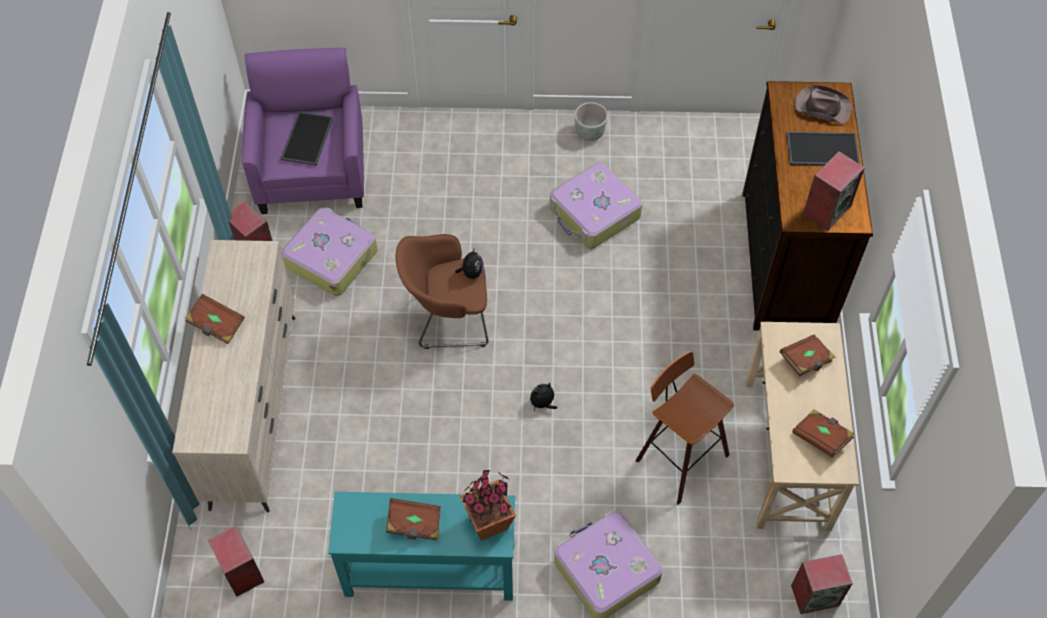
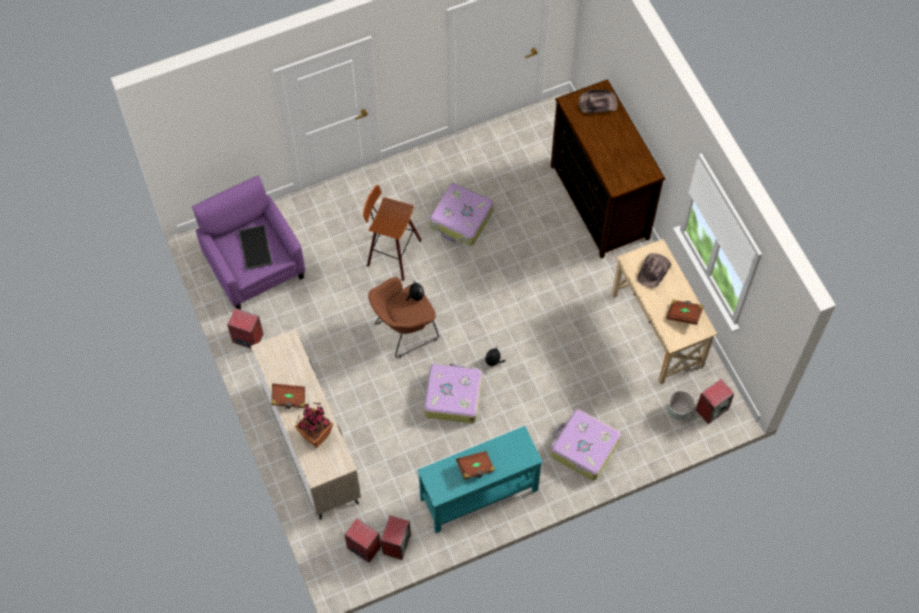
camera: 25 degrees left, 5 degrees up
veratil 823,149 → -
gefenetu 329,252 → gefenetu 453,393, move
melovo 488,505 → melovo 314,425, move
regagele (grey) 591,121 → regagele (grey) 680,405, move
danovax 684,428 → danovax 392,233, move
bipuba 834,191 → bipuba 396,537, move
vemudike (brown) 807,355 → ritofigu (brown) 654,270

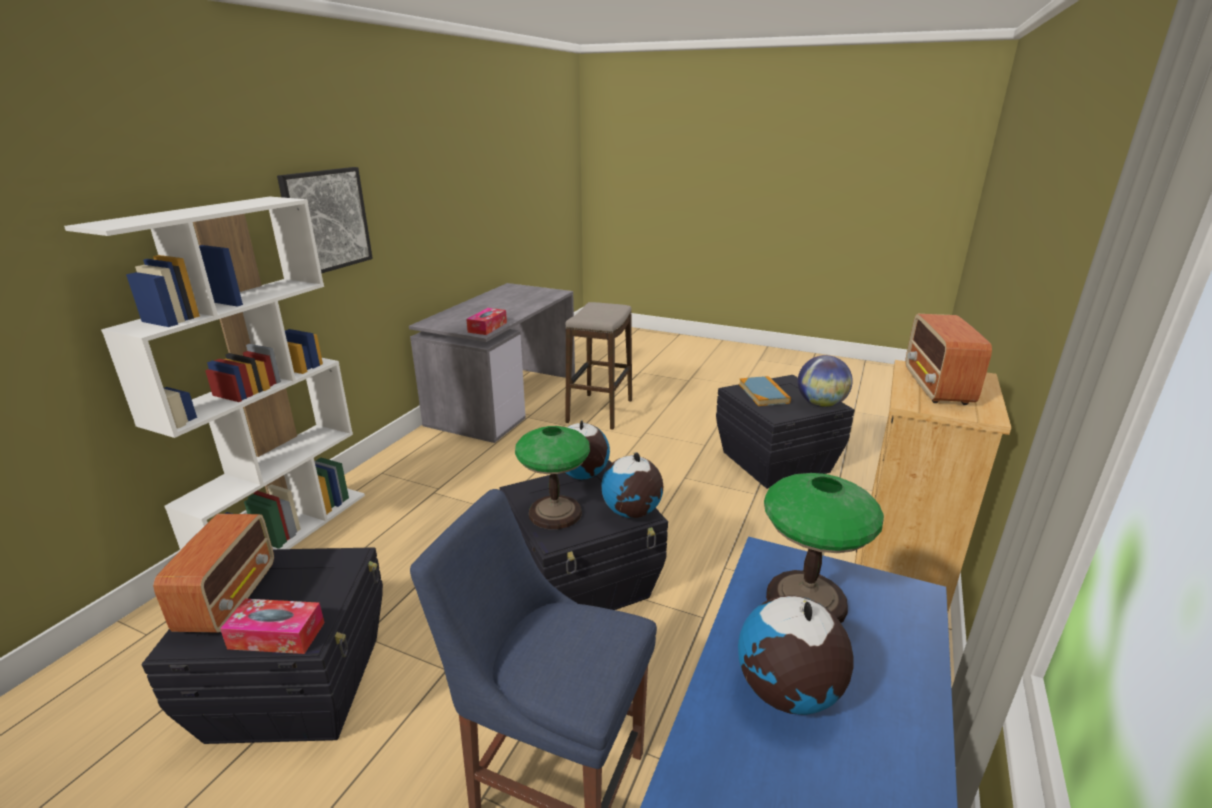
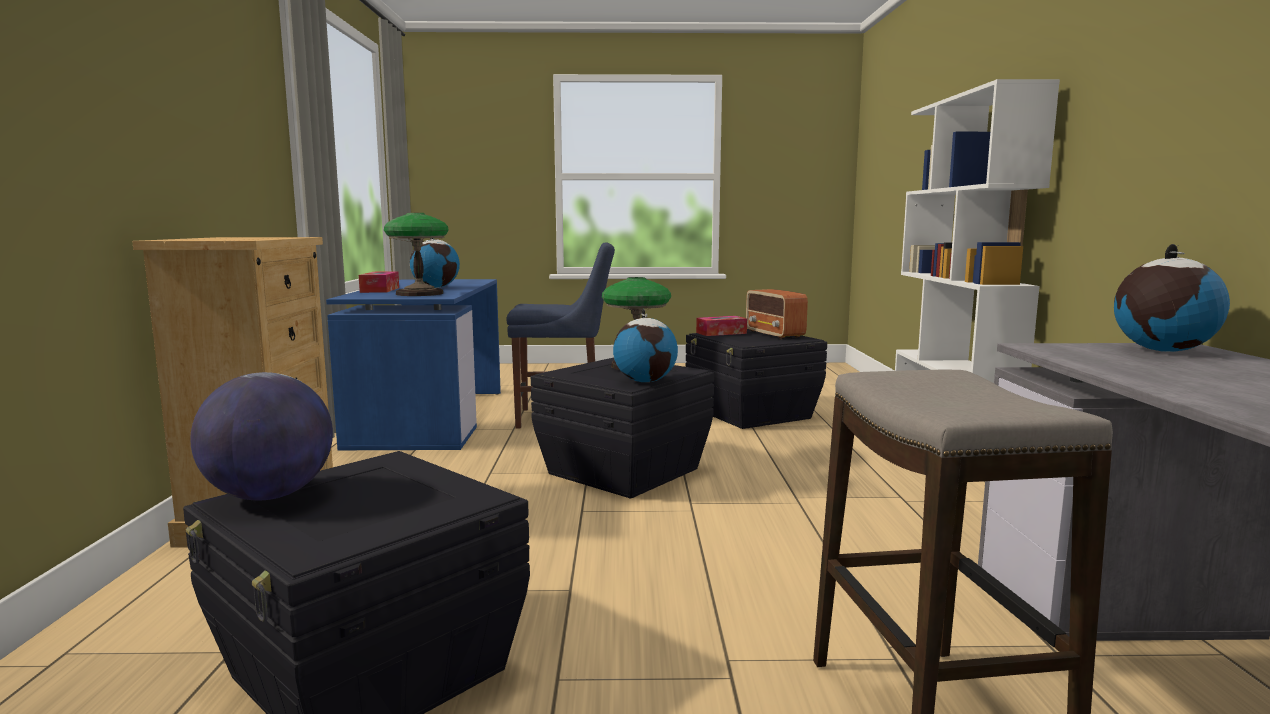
camera: 155 degrees right, 15 degrees down
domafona 325,220 → -
vemudike 765,391 → -
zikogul 948,359 → -
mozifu 486,321 → mozifu 379,282, move
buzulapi 632,485 → buzulapi 1172,298, move

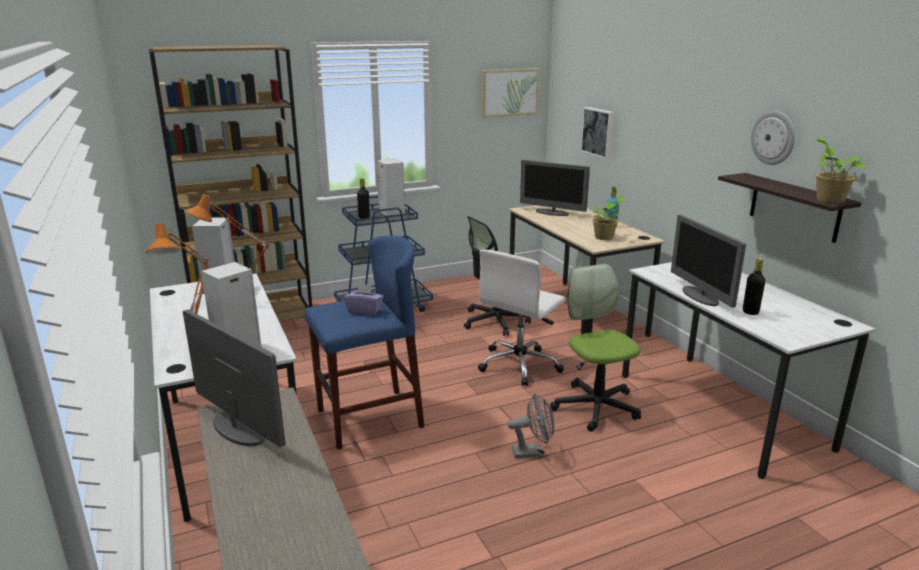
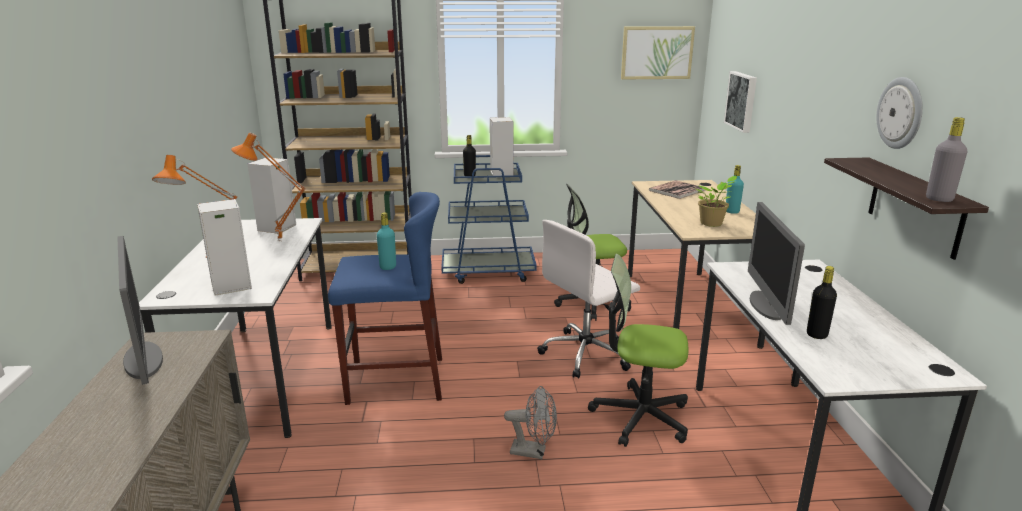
camera: 20 degrees right, 0 degrees up
mozifu (purple) 364,299 → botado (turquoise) 386,241
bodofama 555,188 → vemudike 677,189
melovo 841,169 → botado (grey) 946,159
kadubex 595,347 → kadubex 638,350, 75 degrees counterclockwise

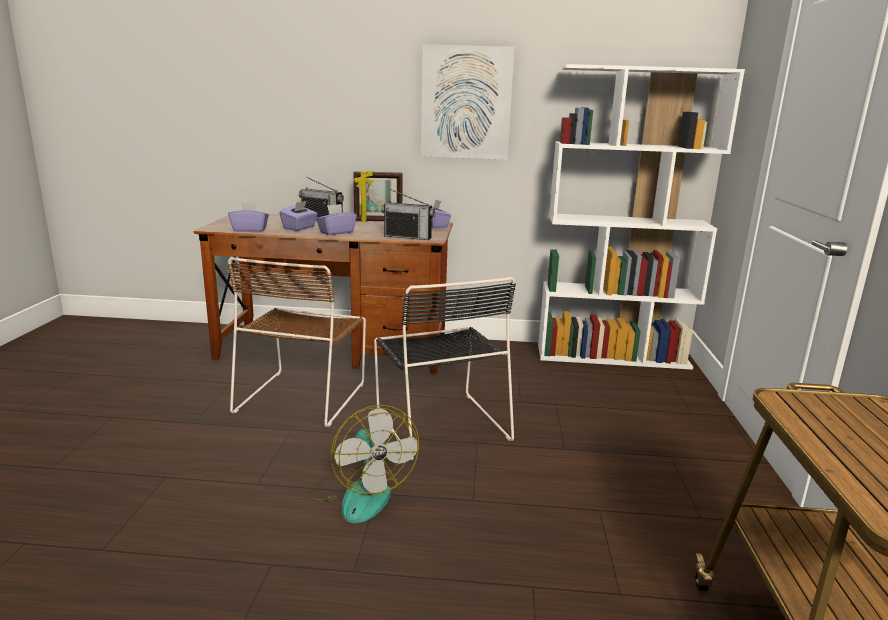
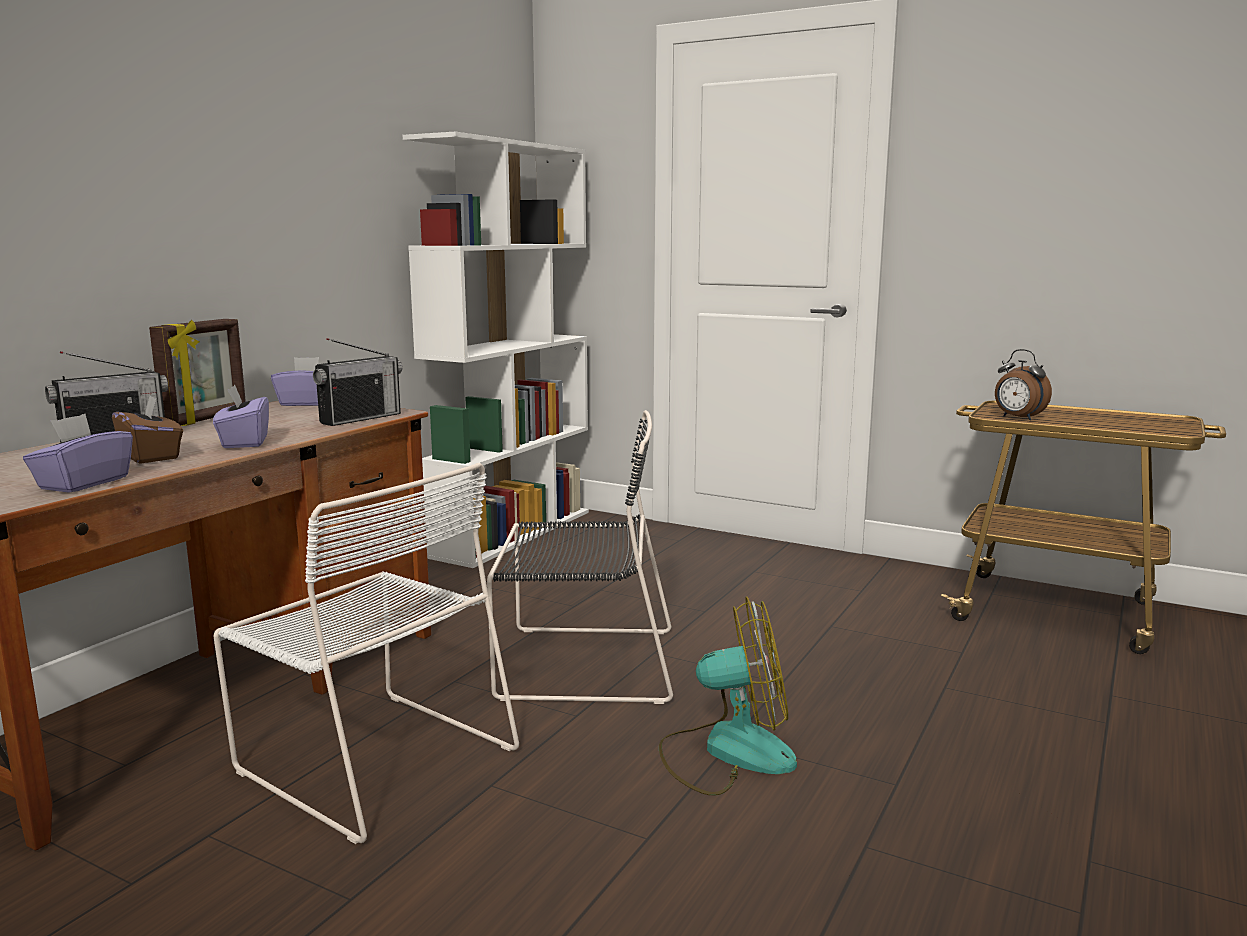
camera: 65 degrees left, 5 degrees down
domafona 468,102 → -
- → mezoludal 1023,384
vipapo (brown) 296,342 → vipapo (white) 366,653
mozifu (purple) 299,216 → mozifu (brown) 147,430

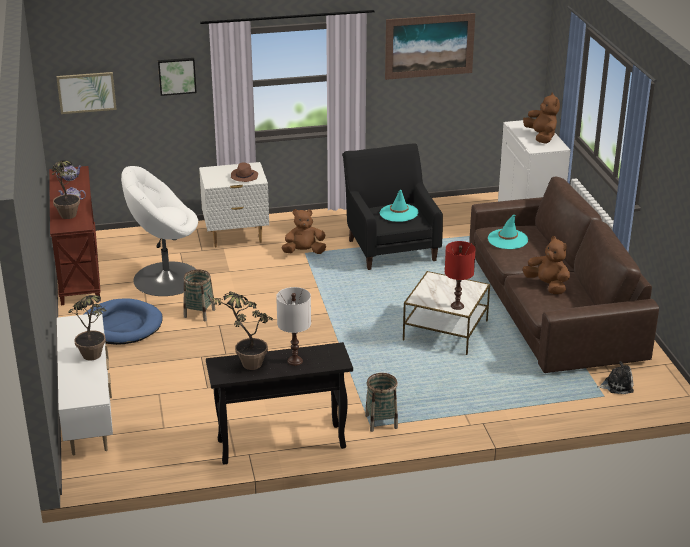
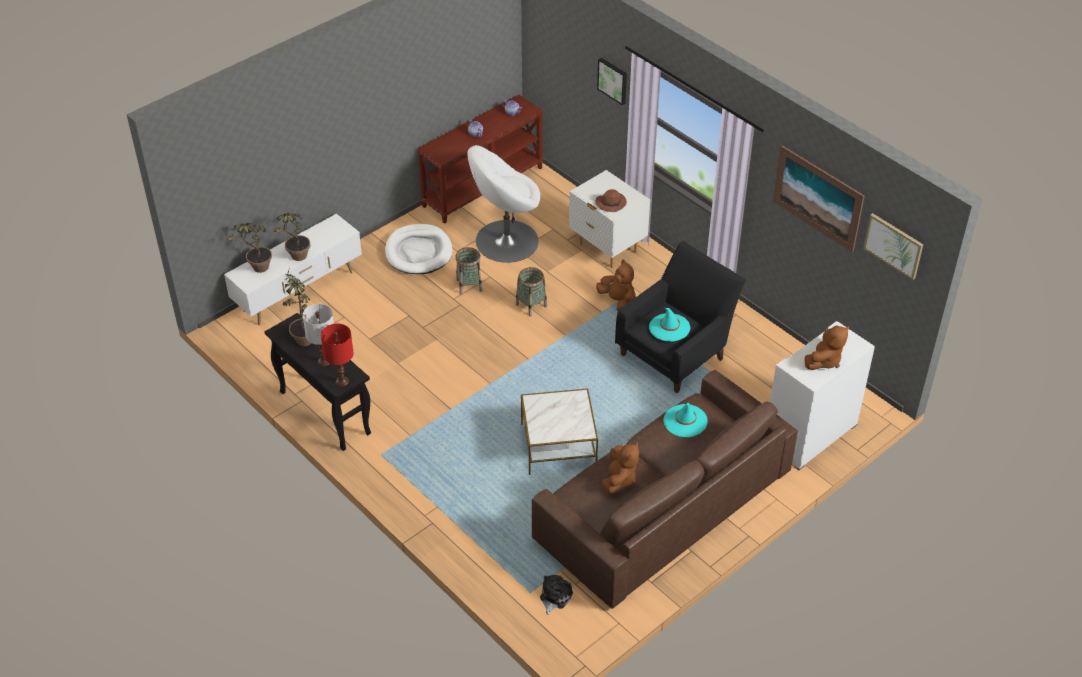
camera: 60 degrees right, 15 degrees up
melovo 66,189 → melovo 247,248, move
domafona 86,93 → domafona 893,246, move
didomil 381,402 → didomil 531,292, move
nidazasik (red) 460,275 → nidazasik (red) 337,355, move
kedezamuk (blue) 123,321 → kedezamuk (white) 418,249
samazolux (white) 159,231 → samazolux (white) 504,204, 75 degrees counterclockwise
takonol 615,377 → takonol 556,595, 120 degrees counterclockwise

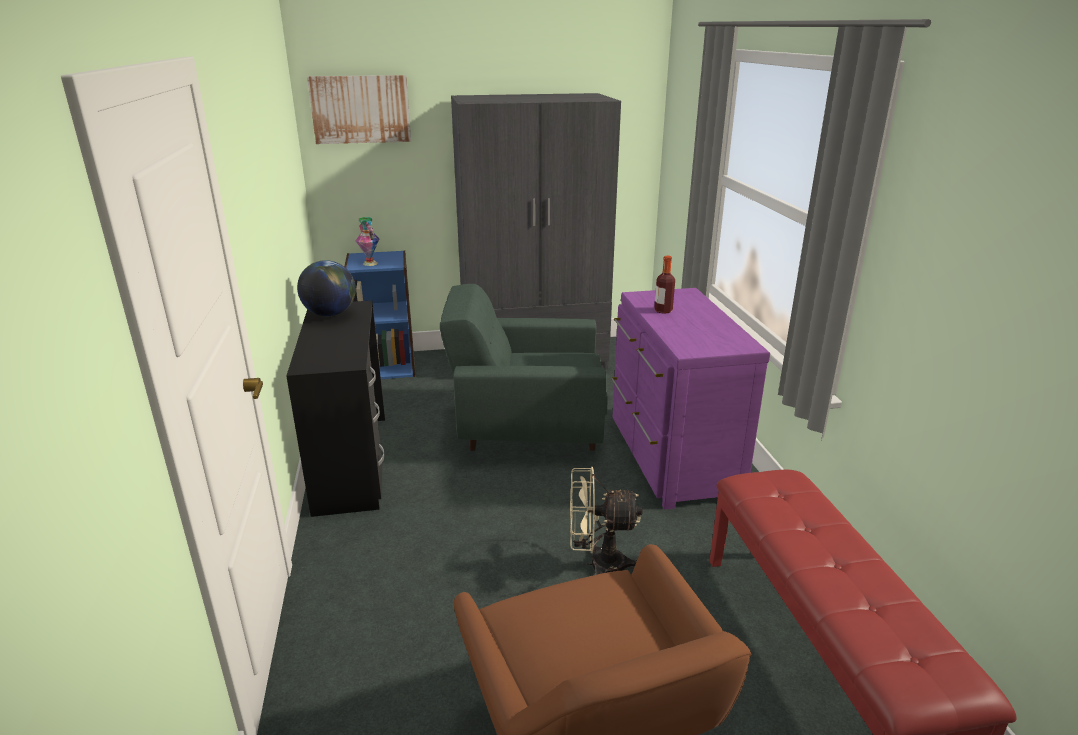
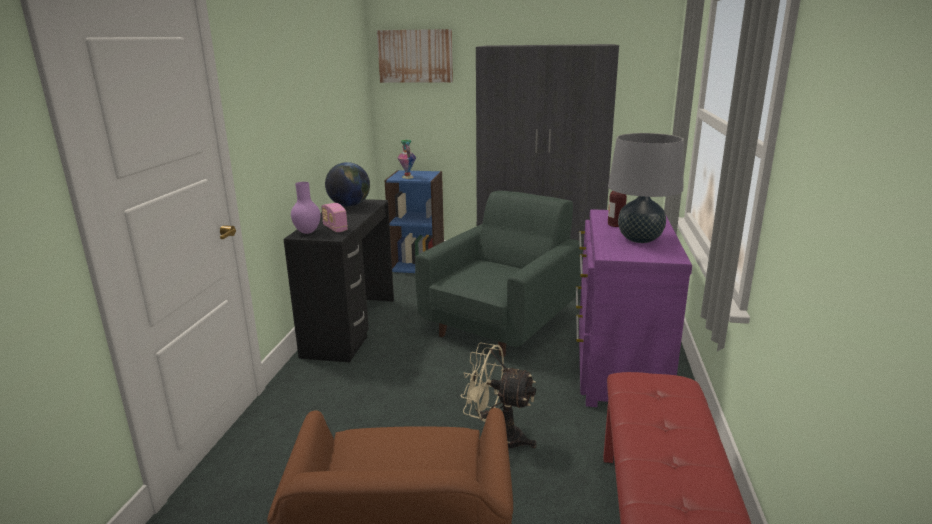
camera: 20 degrees right, 5 degrees down
- → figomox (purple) 306,208
- → zikogul 334,217
- → nidazasik (grey) 646,188
samazolux (green) 523,367 → samazolux (green) 498,274, 105 degrees clockwise

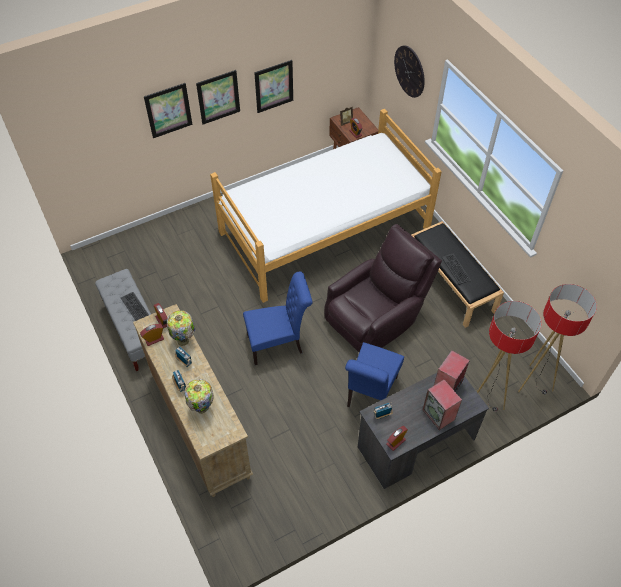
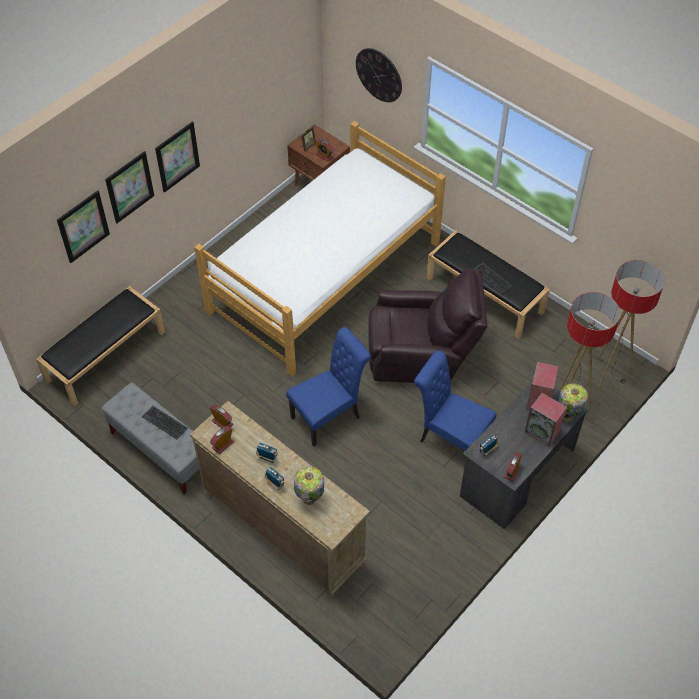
camera: 20 degrees left, 0 degrees up
- → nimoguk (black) 100,346
nidazasik 181,328 → nidazasik 573,402, move
domafona 273,86 → domafona 83,226, move
samazolux (brown) 383,288 → samazolux (brown) 428,325, 60 degrees clockwise
vipapo (blue) 374,374 → vipapo (blue) 455,400, 120 degrees clockwise

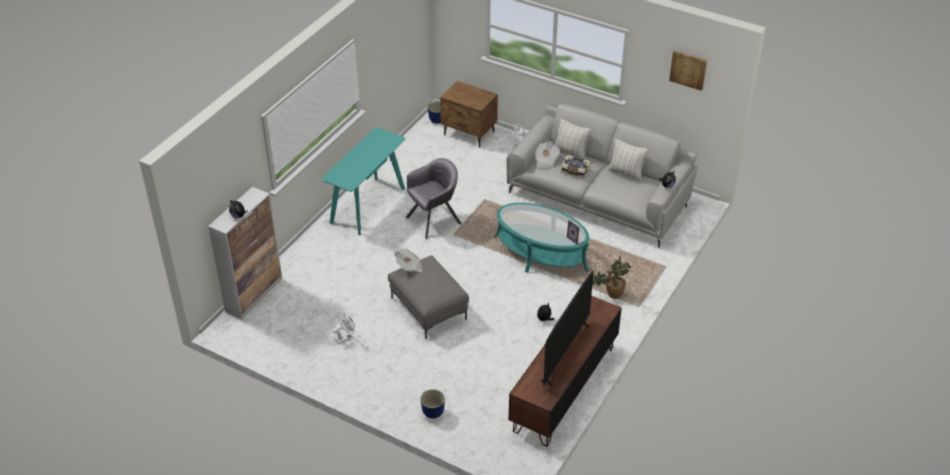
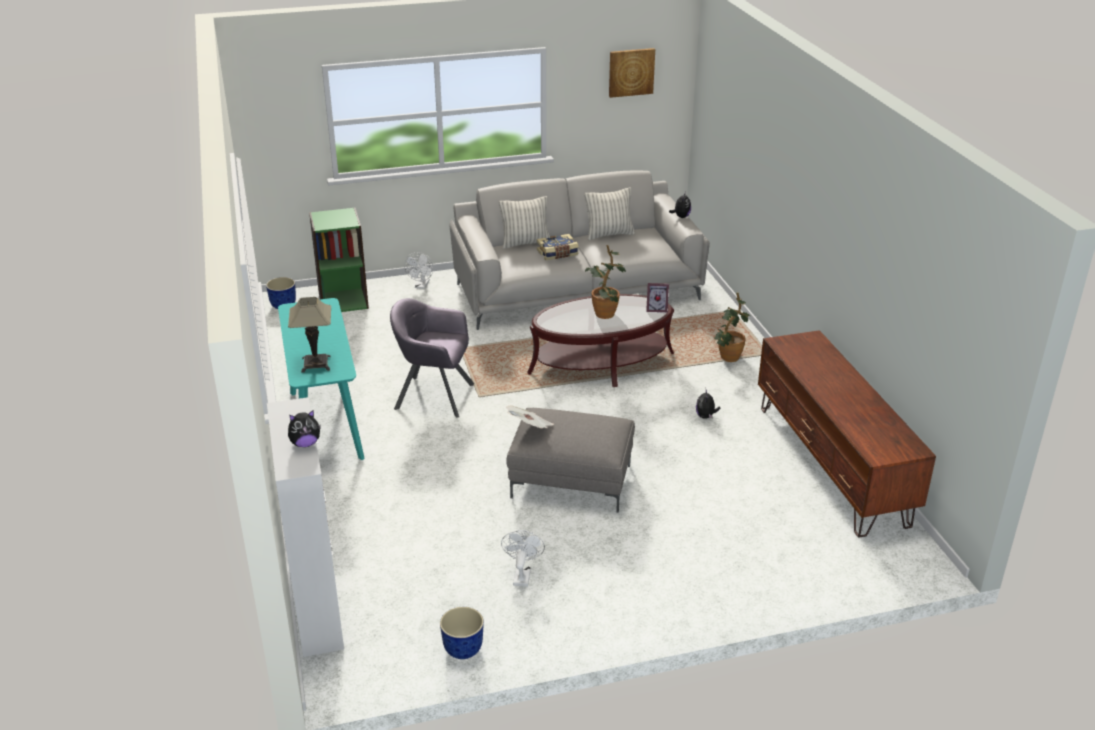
camera: 45 degrees left, 10 degrees down
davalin 547,154 → -
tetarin 567,328 → -
- → nidazasik 309,335
- → melovo 605,282
regagele 432,403 → regagele 462,633, move
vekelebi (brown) 469,114 → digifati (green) 339,259
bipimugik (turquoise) 542,238 → bipimugik (brown) 600,340
samazolux (grey) 434,198 → samazolux (grey) 432,358, 90 degrees counterclockwise

